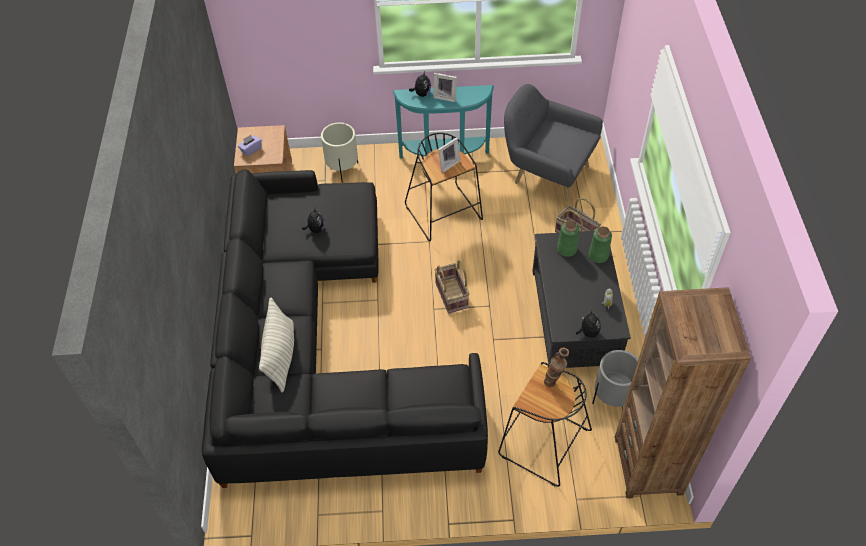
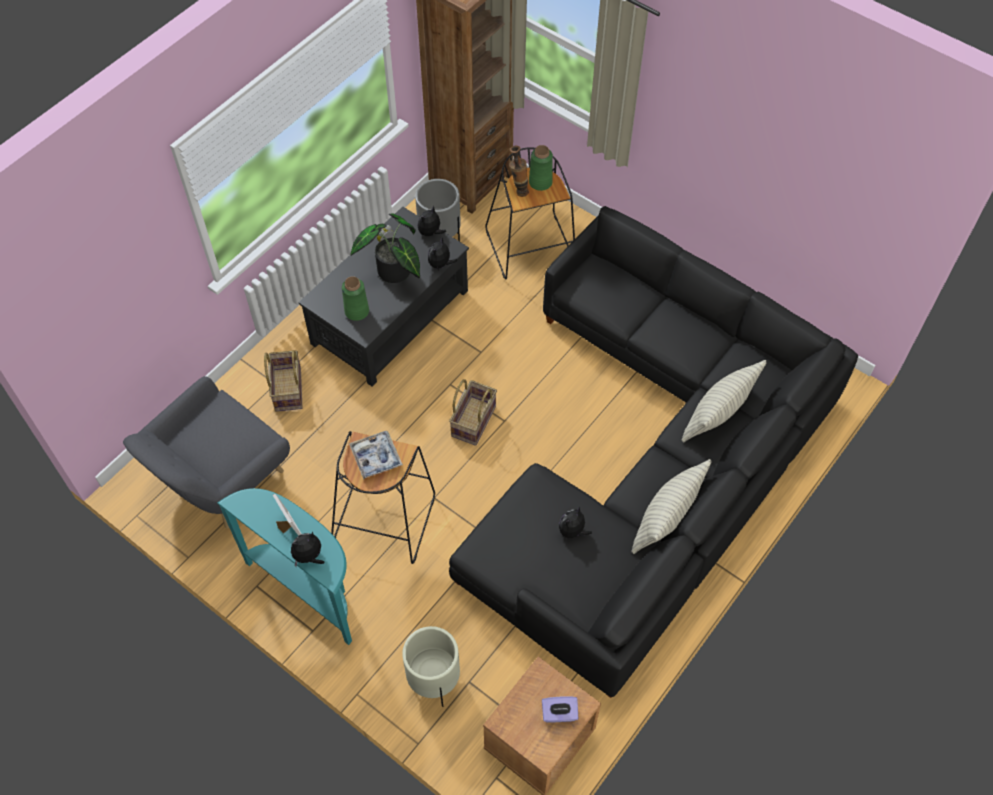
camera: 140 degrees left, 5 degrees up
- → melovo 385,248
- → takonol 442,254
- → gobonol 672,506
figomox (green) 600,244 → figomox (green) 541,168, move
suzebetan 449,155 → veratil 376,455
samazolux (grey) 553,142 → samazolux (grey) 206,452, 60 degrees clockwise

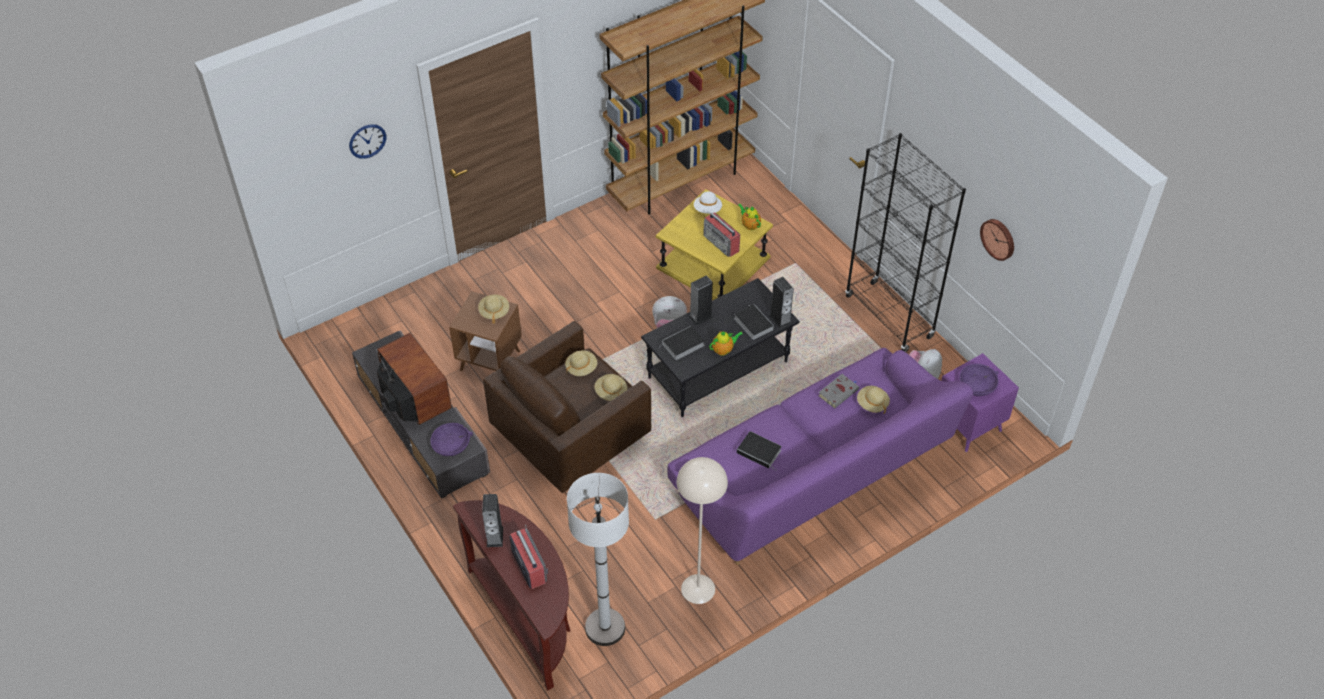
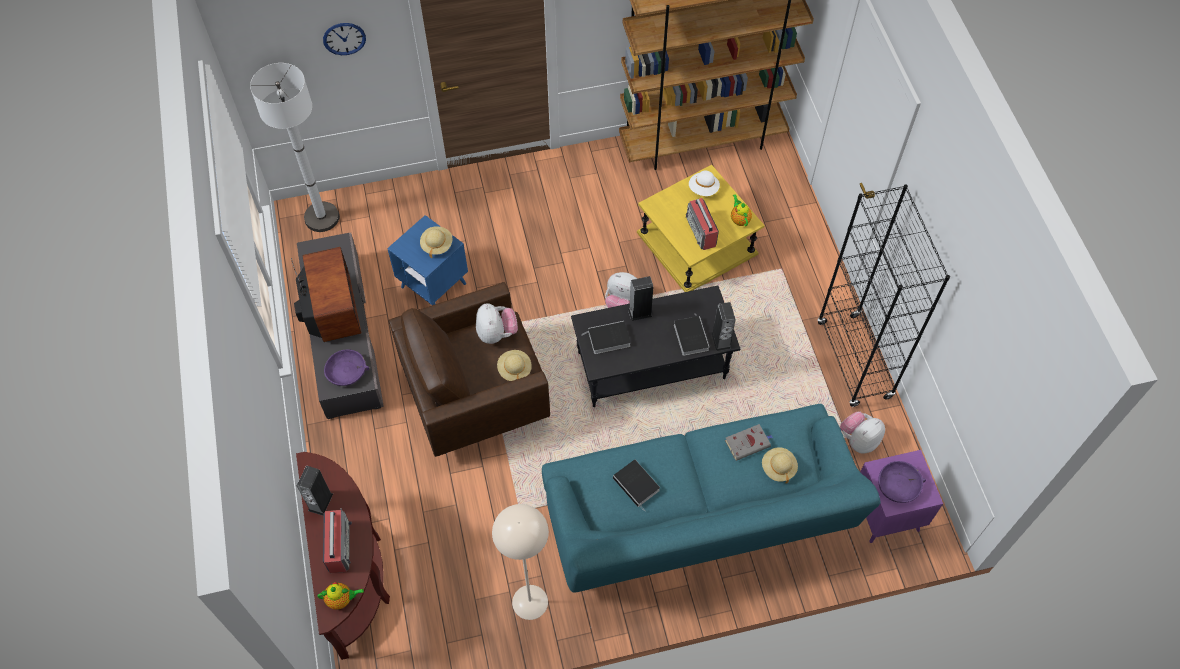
camera: 20 degrees right, 10 degrees up
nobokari 997,240 → -
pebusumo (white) 598,559 → pebusumo (white) 294,147, move
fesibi 726,343 → fesibi 340,596, move
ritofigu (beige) 581,363 → takonol 497,323
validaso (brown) 485,331 → validaso (blue) 427,260
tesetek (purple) 820,456 → tesetek (turquoise) 711,498

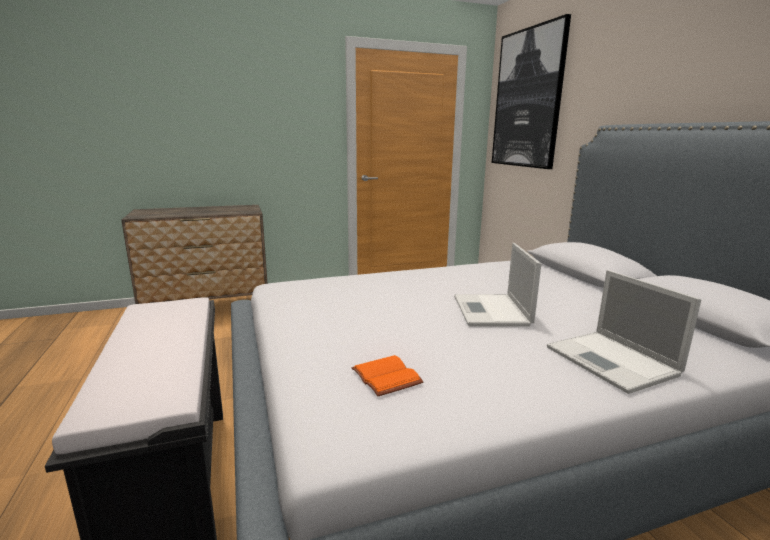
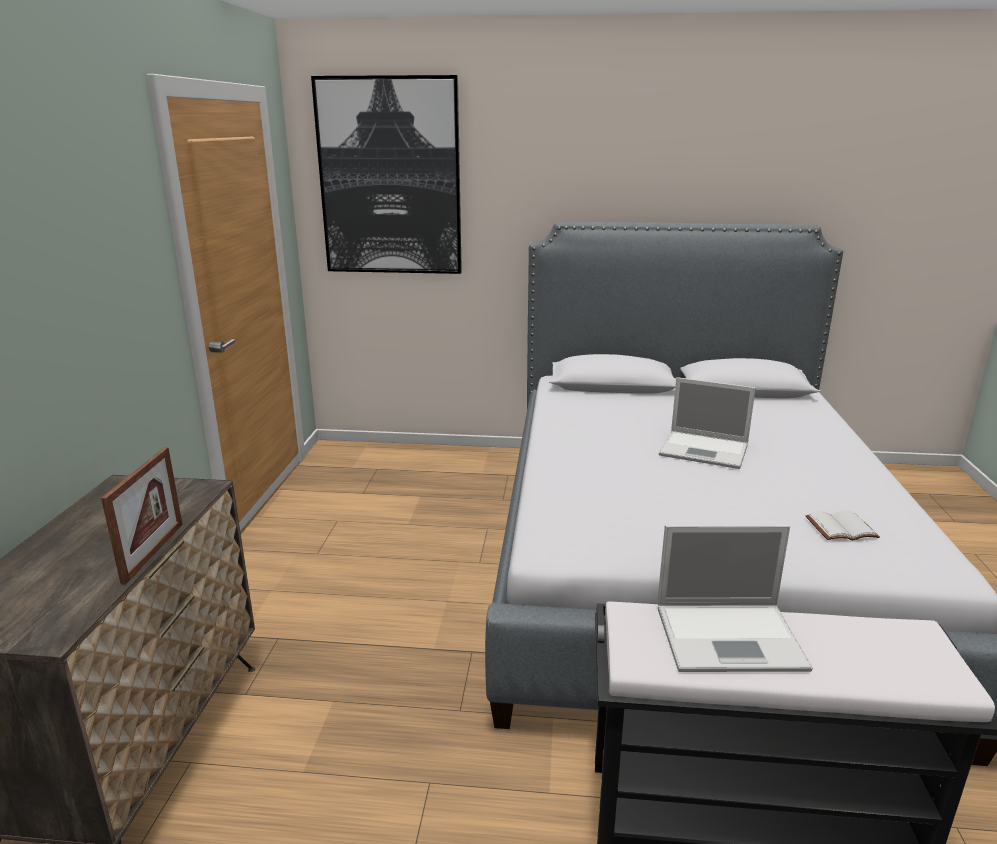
camera: 65 degrees left, 5 degrees up
- → suzebetan 142,516
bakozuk 624,332 → bakozuk 735,598, move
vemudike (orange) 387,375 → vemudike (white) 843,525

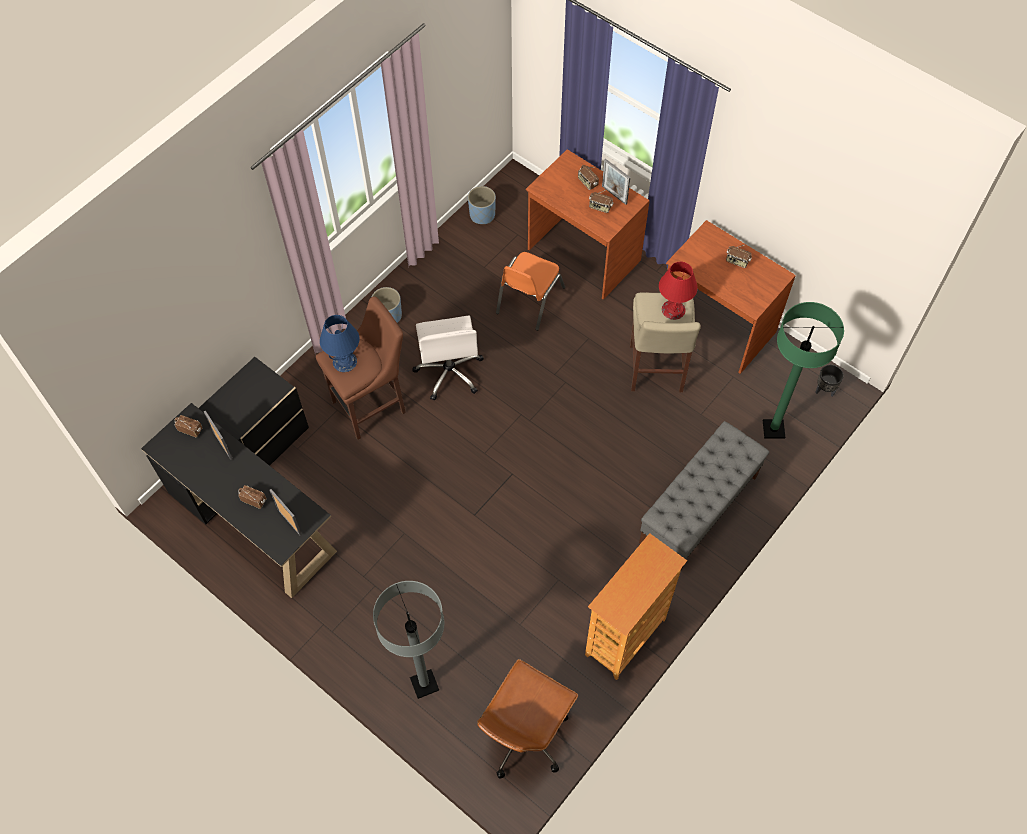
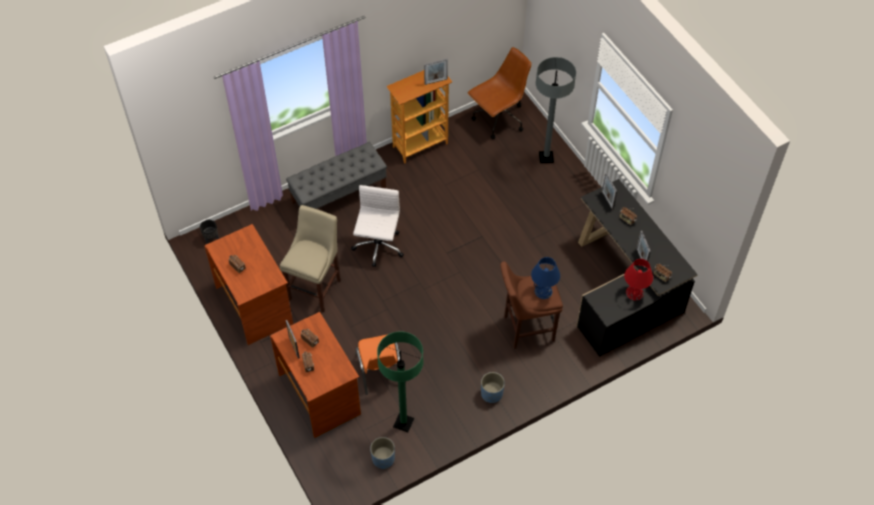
camera: 160 degrees left, 5 degrees down
- → suzebetan 436,72
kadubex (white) 448,358 → kadubex (white) 377,226, move
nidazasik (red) 678,291 → nidazasik (red) 638,279, move
pebusumo (green) 803,370 → pebusumo (green) 400,381, move
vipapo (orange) 530,291 → vipapo (orange) 377,365, 120 degrees clockwise

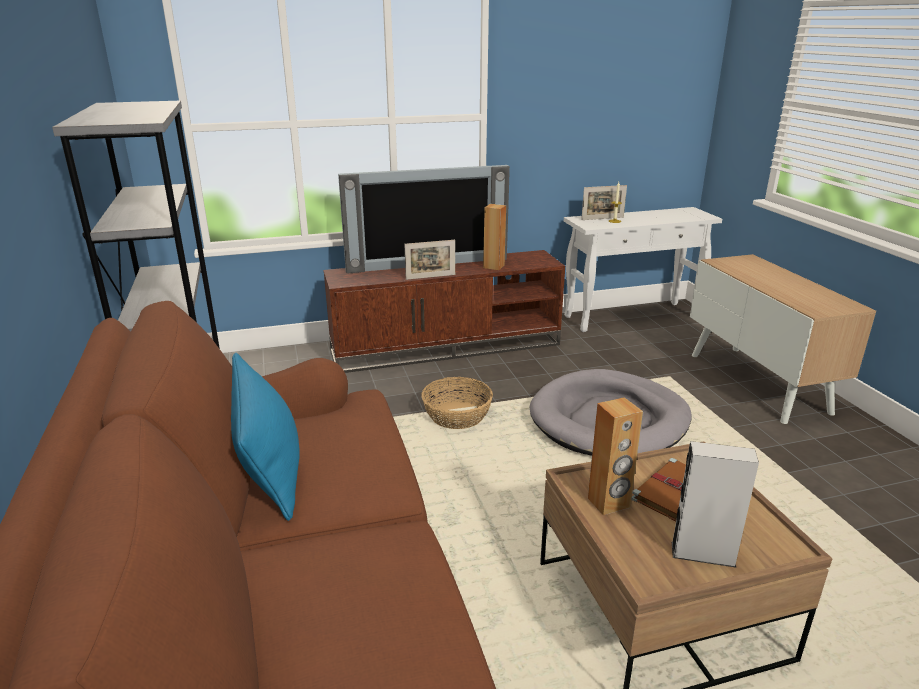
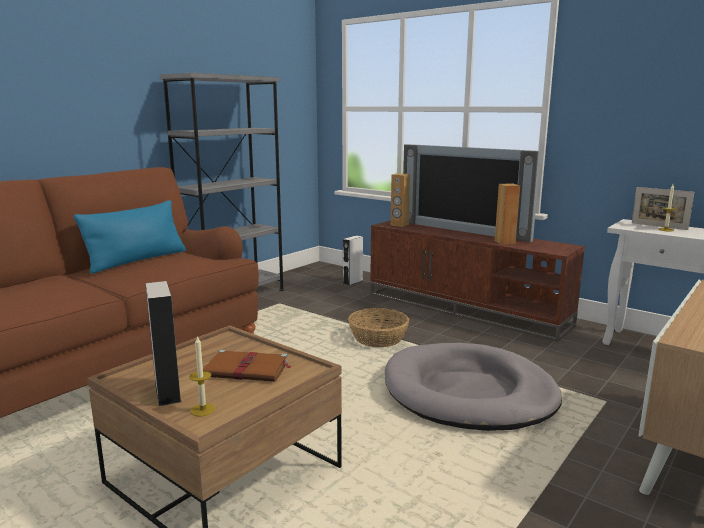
camera: 55 degrees right, 10 degrees down
suzebetan 429,260 → -
- → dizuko 202,375
- → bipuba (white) 353,260
bipuba (brown) 615,456 → bipuba (brown) 400,200, move

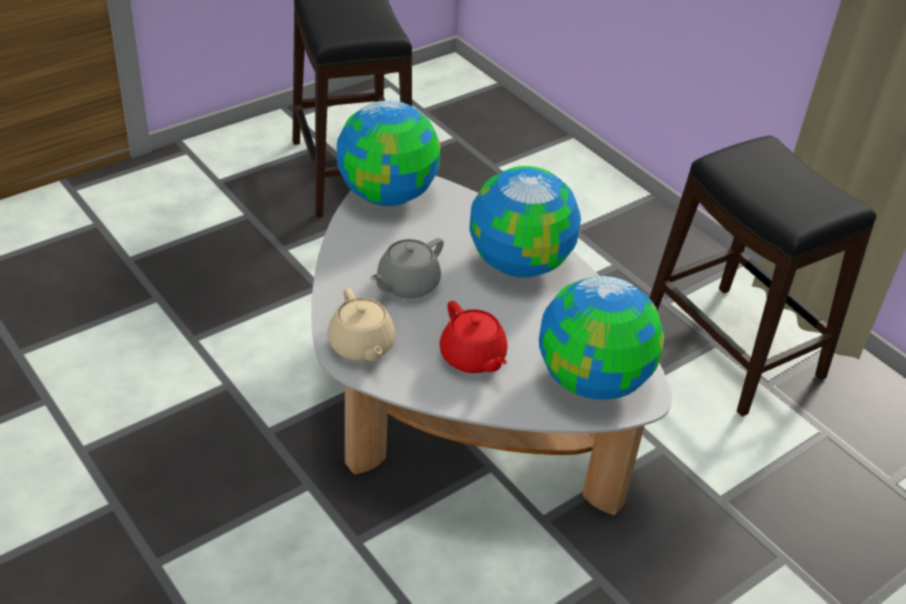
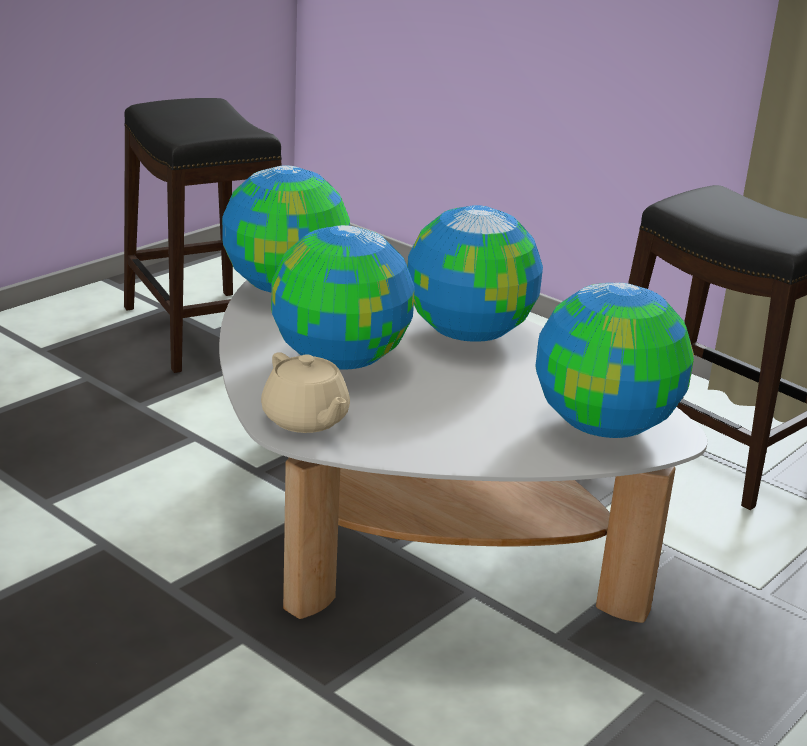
camera: 10 degrees left, 15 degrees down
fesibi (red) 473,337 → -
fesibi (grey) 407,268 → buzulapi 343,297

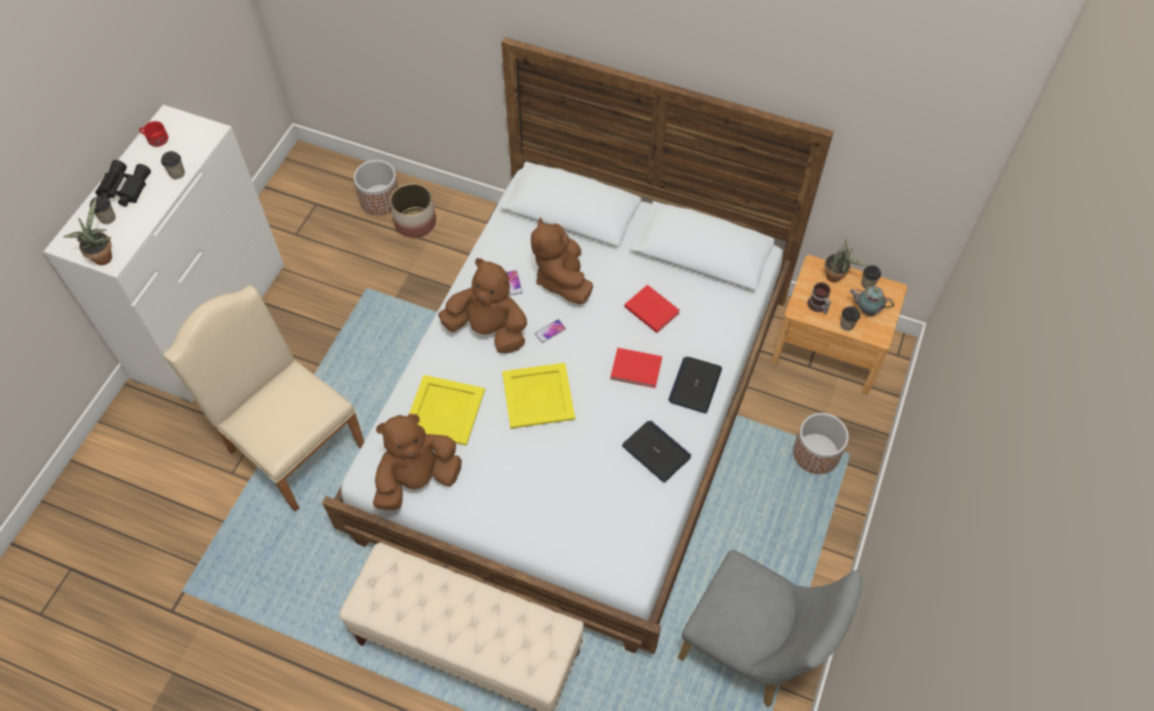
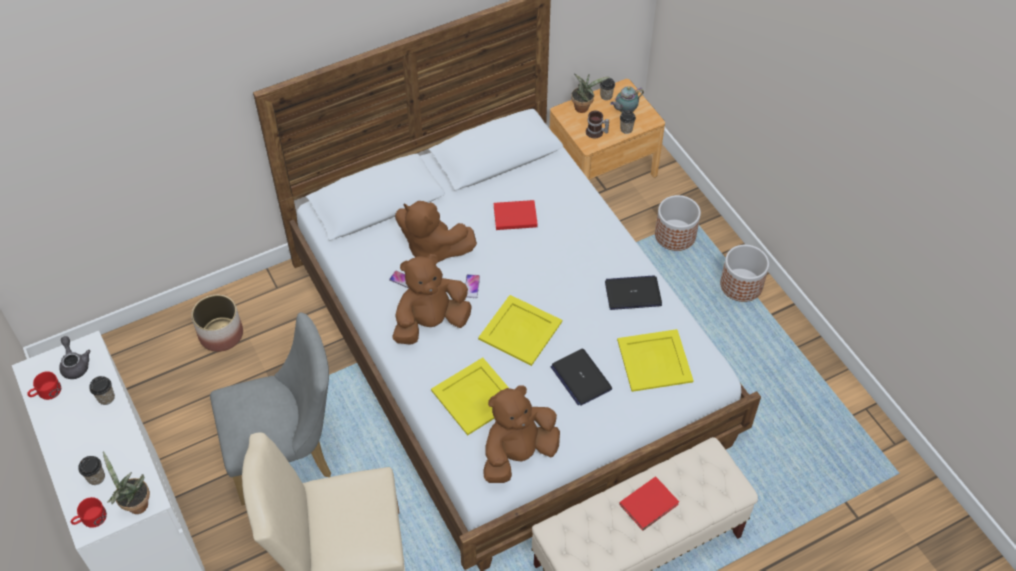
camera: 50 degrees left, 5 degrees down
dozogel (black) 123,183 → -
- → fesibi (grey) 74,357
- → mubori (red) 89,512
- → veratil (yellow) 655,360
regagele 376,187 → regagele 744,273, move
vemudike (red) 636,368 → vemudike (red) 649,503, move
bakozuk 695,385 → bakozuk 581,377, move
vipapo (grey) 770,629 → vipapo (grey) 270,409, move
takonol (brown) 417,462 → takonol (brown) 521,434, 45 degrees clockwise

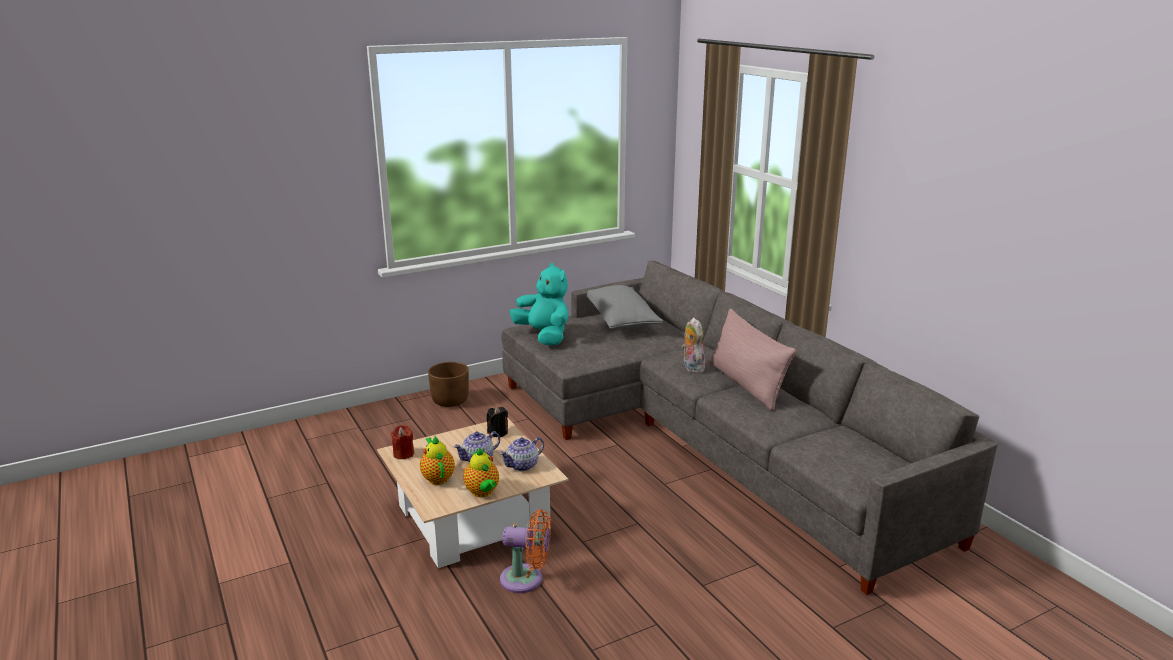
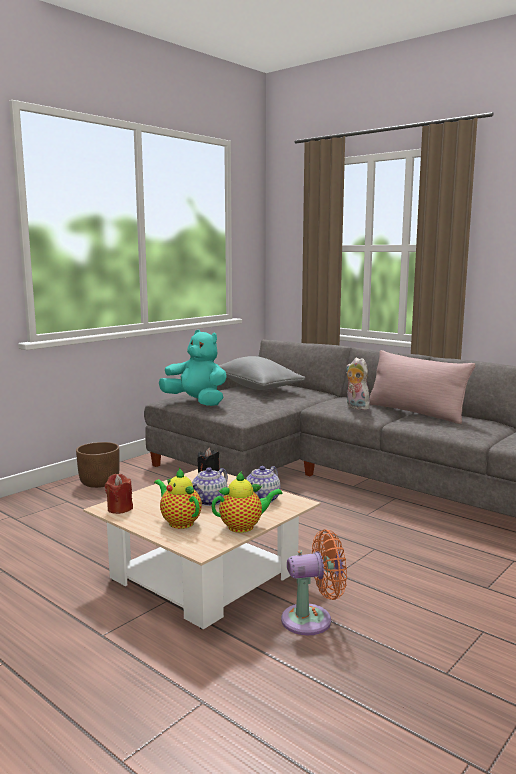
camera: 20 degrees left, 10 degrees down
fesibi 481,472 → fesibi 247,502, 60 degrees counterclockwise

